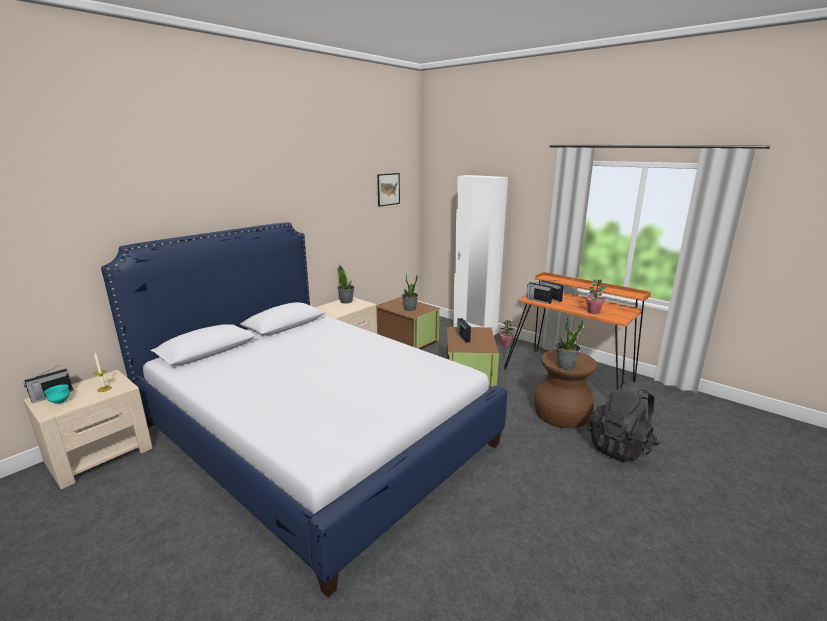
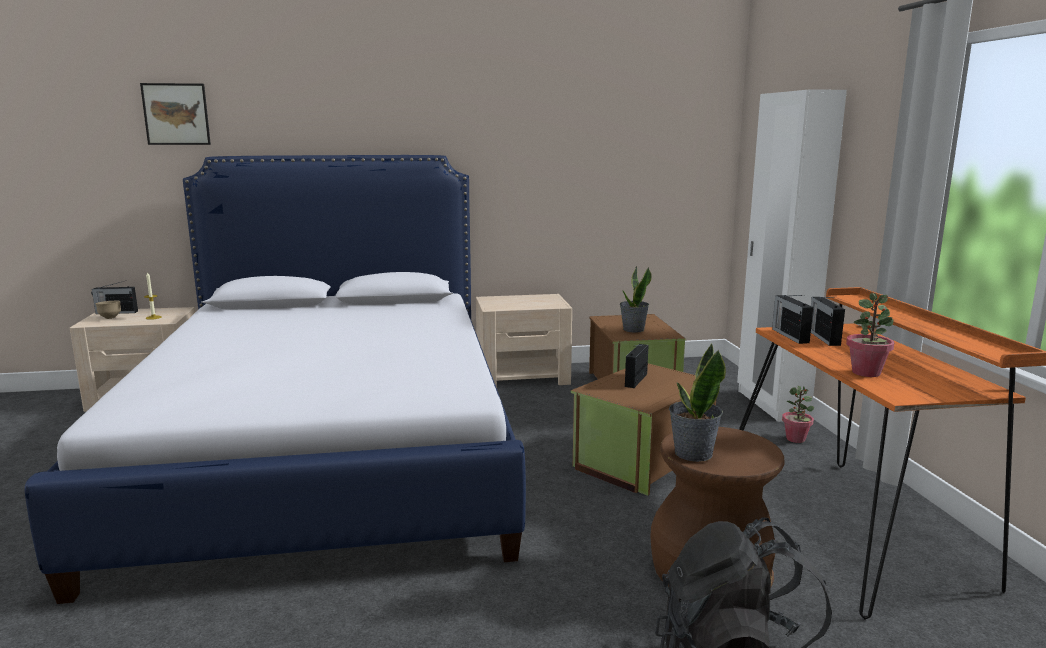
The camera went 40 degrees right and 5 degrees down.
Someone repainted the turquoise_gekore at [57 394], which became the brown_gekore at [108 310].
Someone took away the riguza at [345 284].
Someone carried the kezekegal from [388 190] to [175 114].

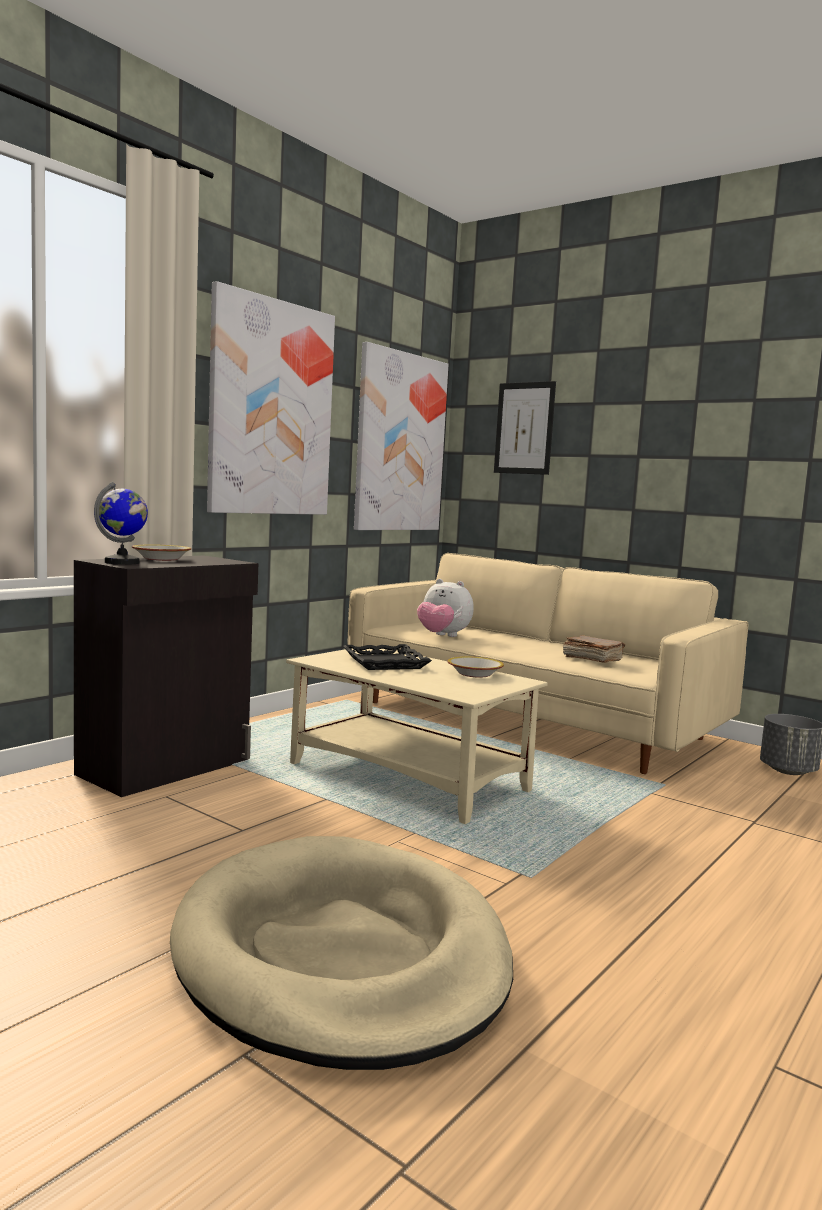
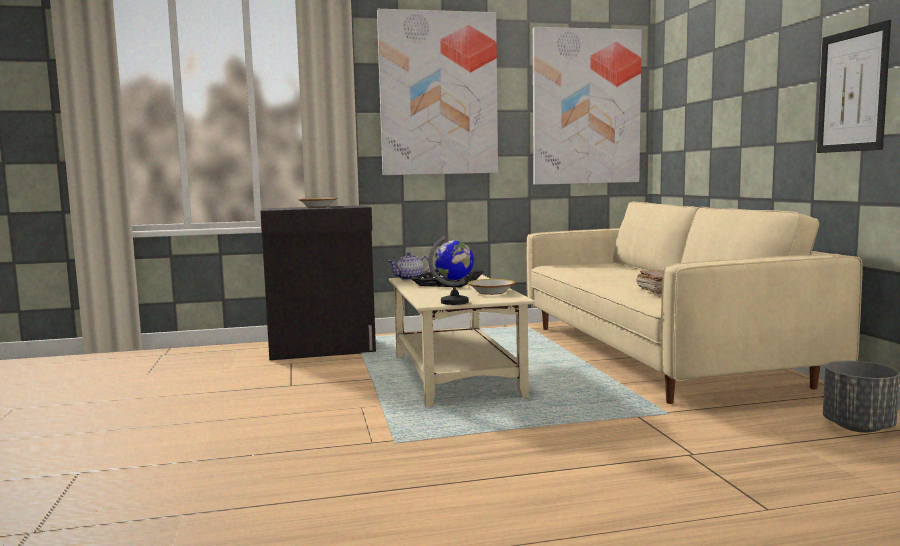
The camera went 40 degrees right and 0 degrees up.
Someone carried the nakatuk from [121 523] to [451 270].
Someone took away the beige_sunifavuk at [341 953].
Someone took away the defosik at [445 608].
Someone carried the kezekegal from [525 428] to [854 86].
Someone put down the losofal at [409 266].

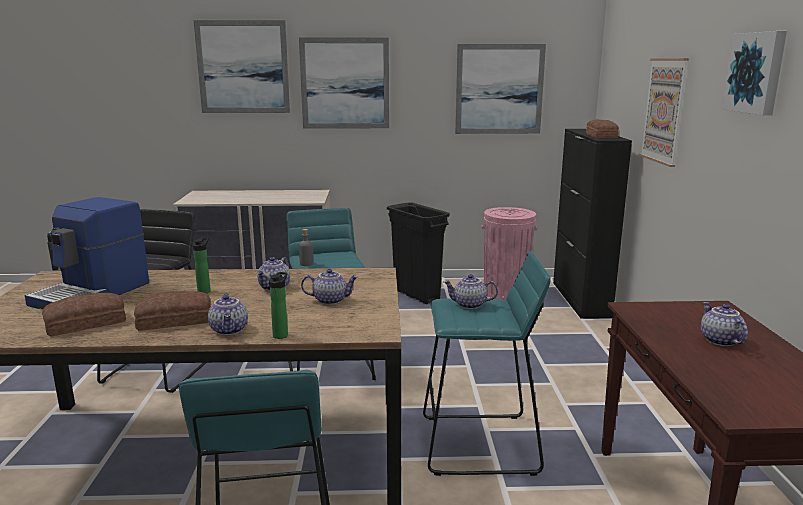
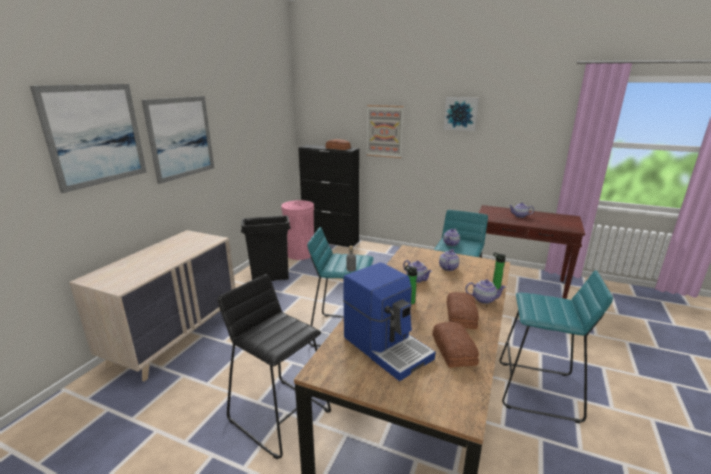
The camera went 65 degrees left and 5 degrees up.
Someone took away the kezekegal at [500 89].

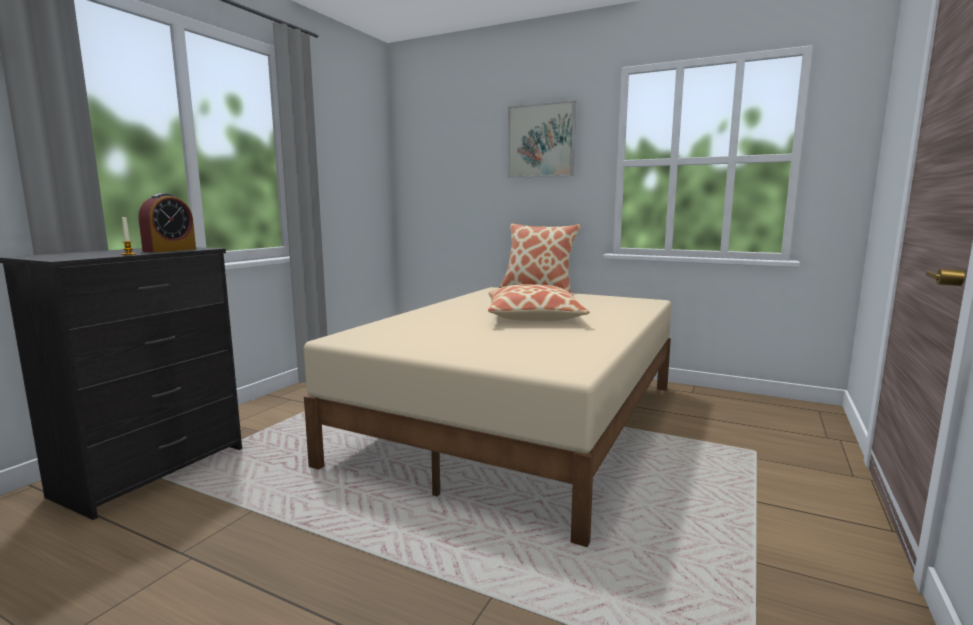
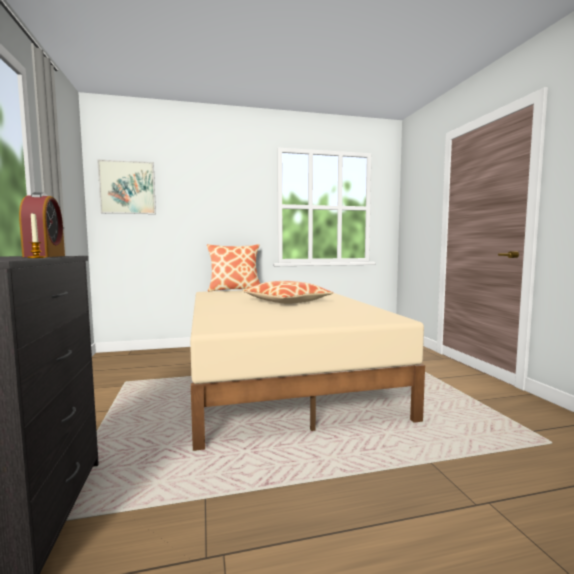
The camera went 40 degrees left and 5 degrees down.
Someone carried the kezekegal from [542 139] to [126 186].

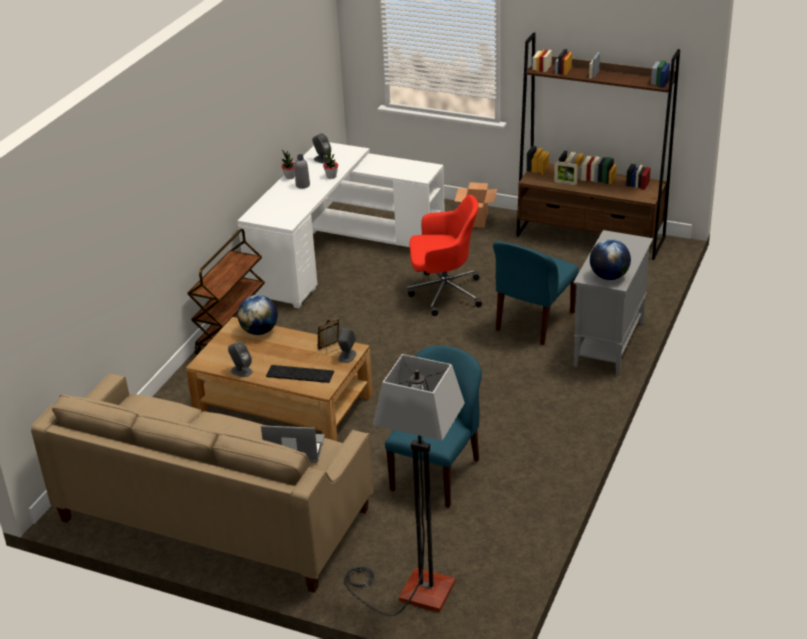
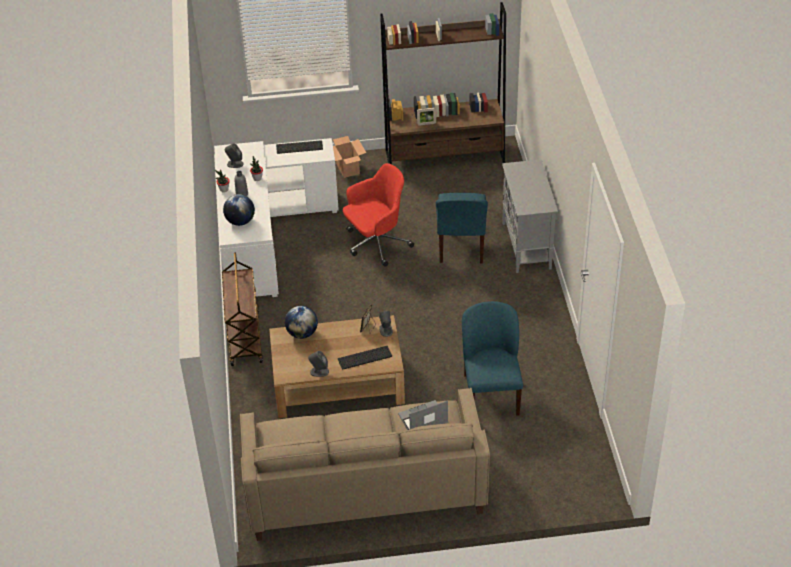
The camera went 30 degrees left and 10 degrees up.
Someone took away the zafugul at [404 485].
Someone carried the nakatuk from [610 259] to [239 210].
Someone put down the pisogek at [299 147].

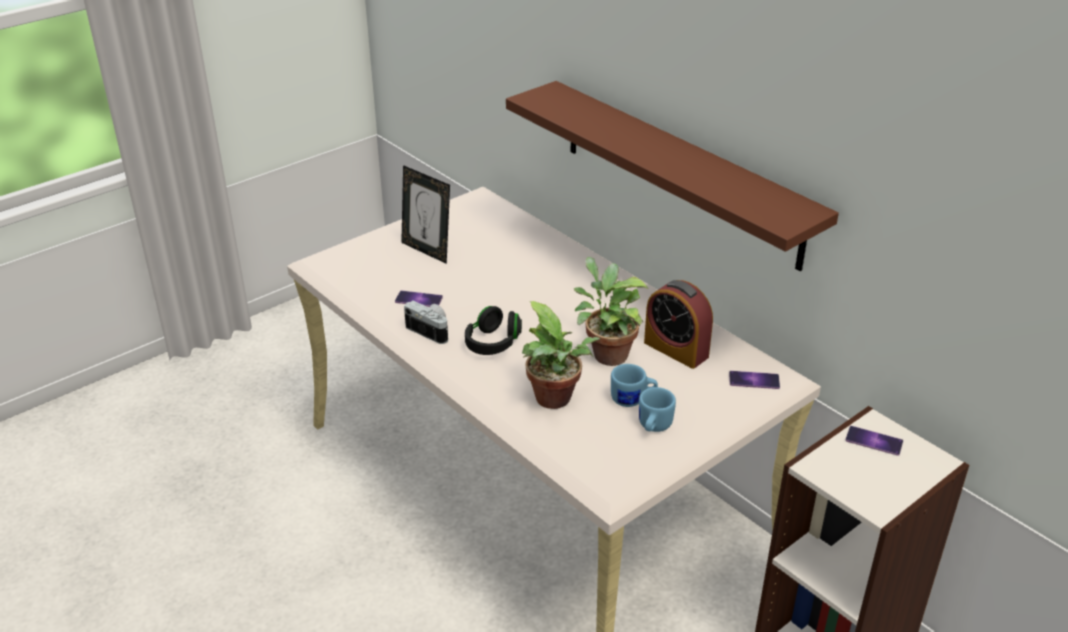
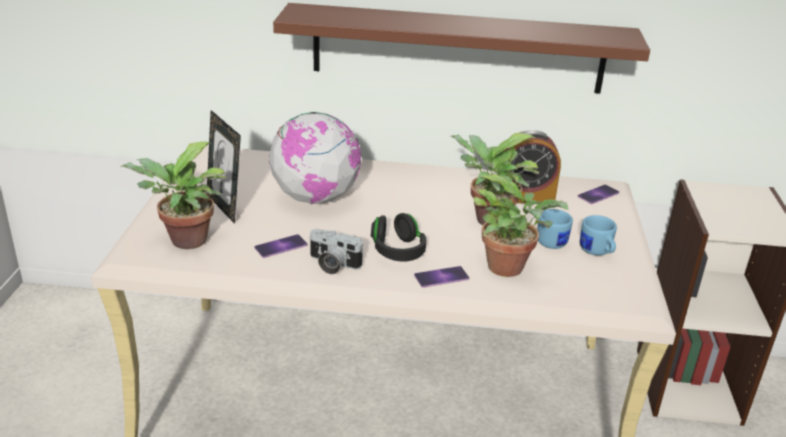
The camera went 45 degrees left and 5 degrees down.
Someone rotated the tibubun at [425 214] by 60 degrees clockwise.
Someone rotated the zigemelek at [426 322] by 150 degrees counterclockwise.
Someone carried the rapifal from [874 441] to [441 277].
Someone put down the riguza at [173 195].
Someone put down the nakatuk at [315 158].

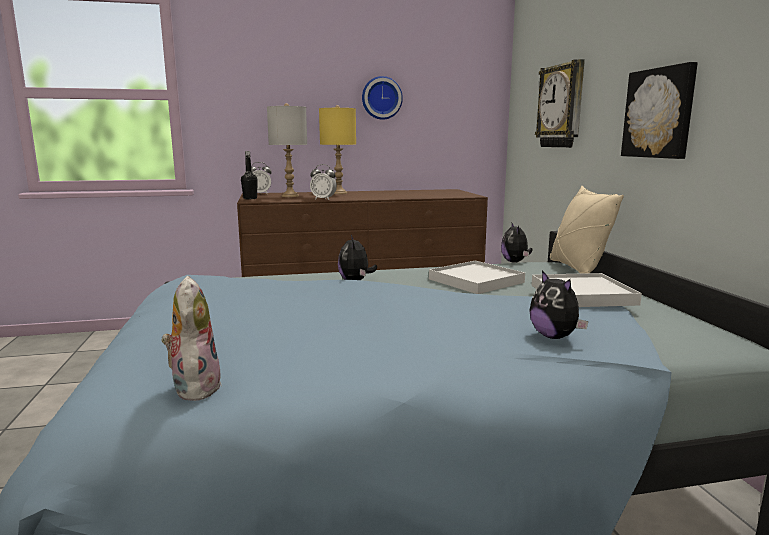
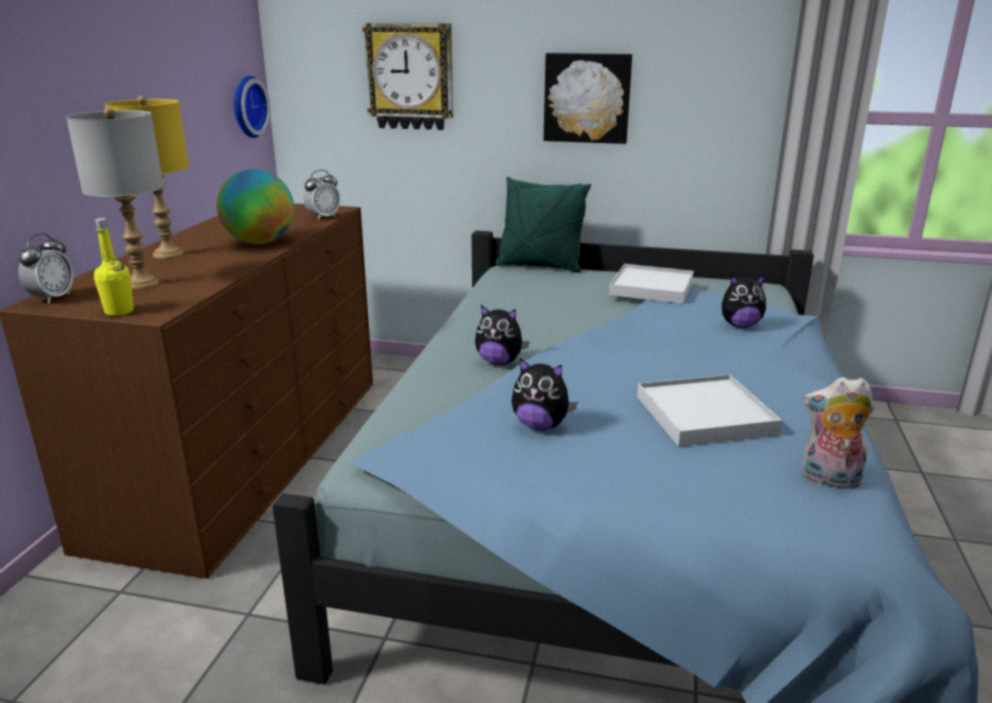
The camera went 65 degrees left and 10 degrees up.
Someone repainted the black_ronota at [249 175], which became the yellow_ronota at [114 267].
Someone carried the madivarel from [323 182] to [321 195].
Someone carried the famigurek from [382 98] to [252 106].
Someone carried the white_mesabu from [477 277] to [709 410].
Someone carried the defosik from [517 242] to [544 394].
Someone repainted the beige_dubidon at [587 230], which became the green_dubidon at [543 224].
Someone put down the nakatuk at [255 206].

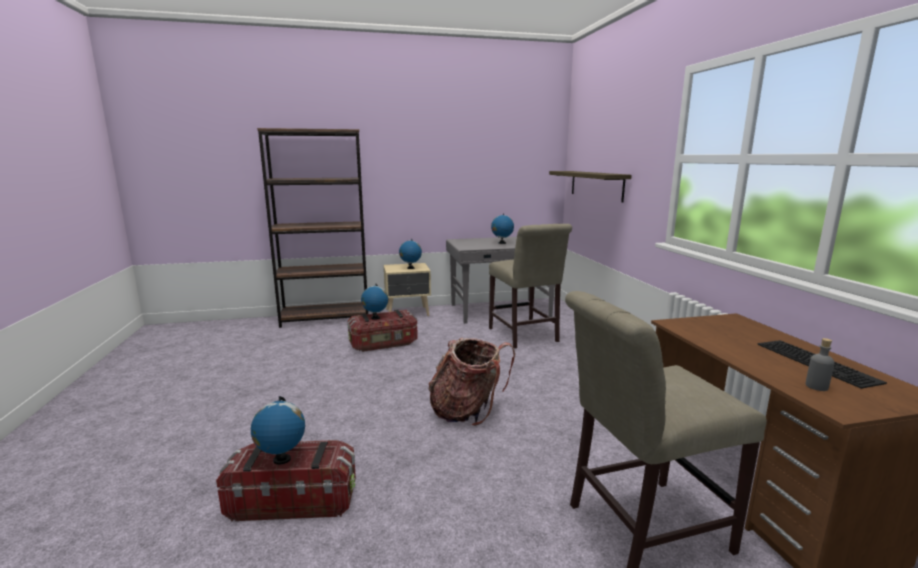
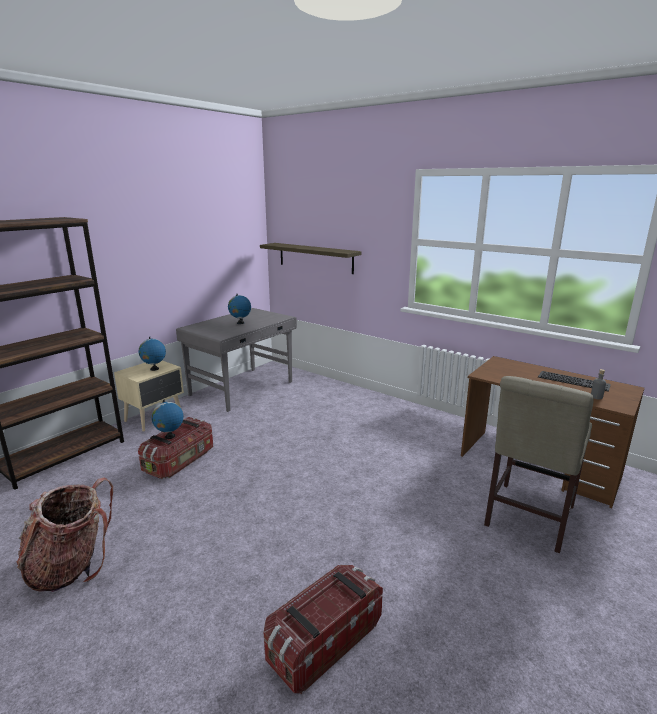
The camera went 40 degrees left and 5 degrees up.
Someone took away the nakatuk at [278 430].
Someone carried the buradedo from [471 381] to [65 535].
Someone took away the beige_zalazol at [530 286].

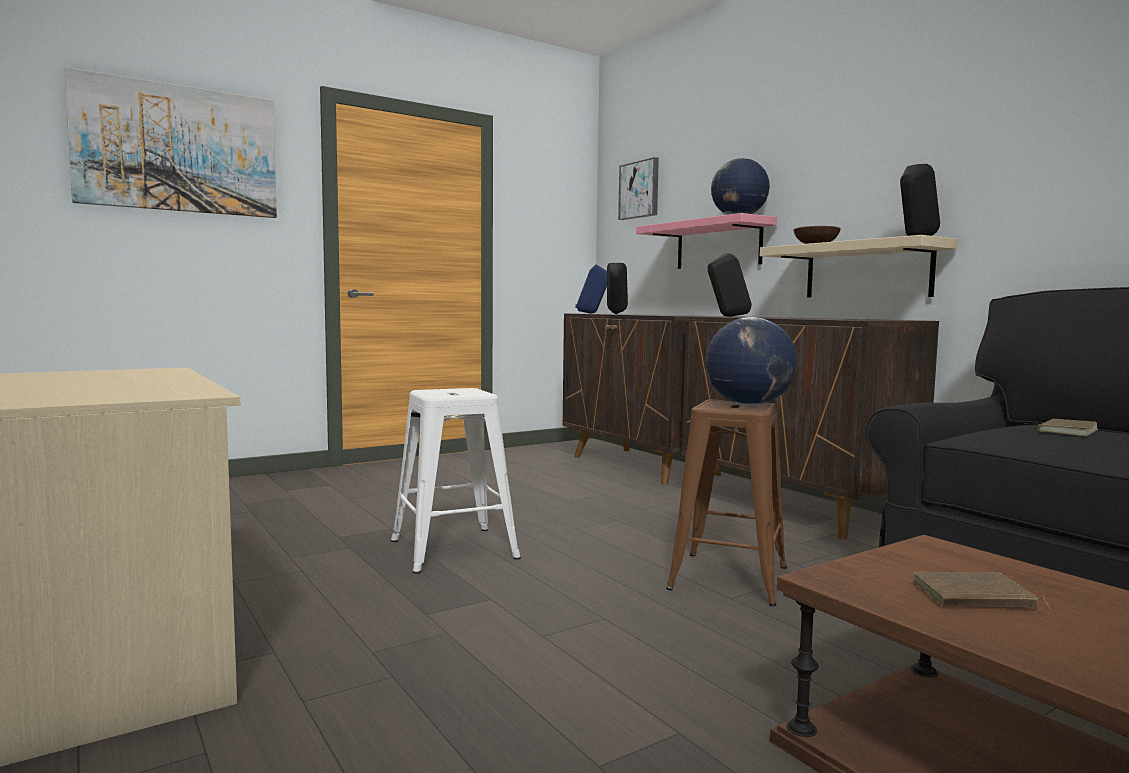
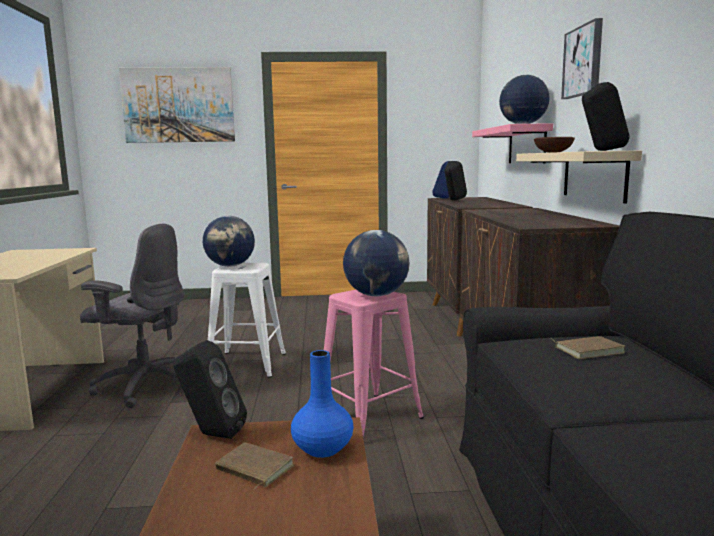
The camera went 30 degrees right and 5 degrees up.
Someone carried the kezekegal from [638 188] to [582 58].
Someone repainted the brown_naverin at [726 503], which became the pink_naverin at [374 363].
Someone carried the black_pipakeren from [730 285] to [210 389].
Someone put down the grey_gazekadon at [132 316].
Someone put down the nakatuk at [229 241].
Someone put down the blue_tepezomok at [322 404].

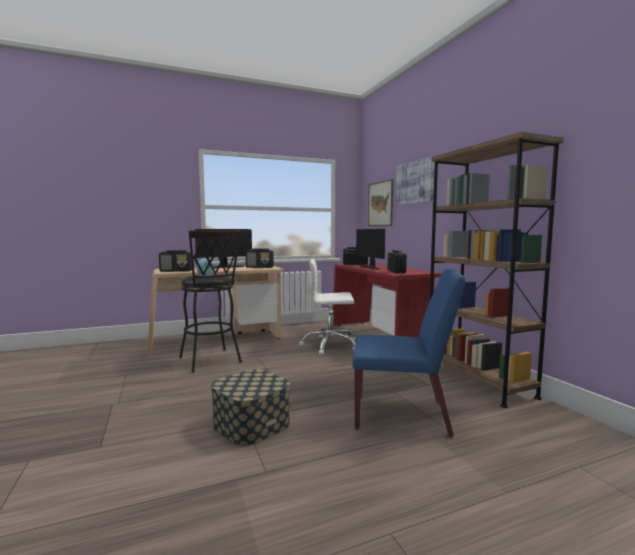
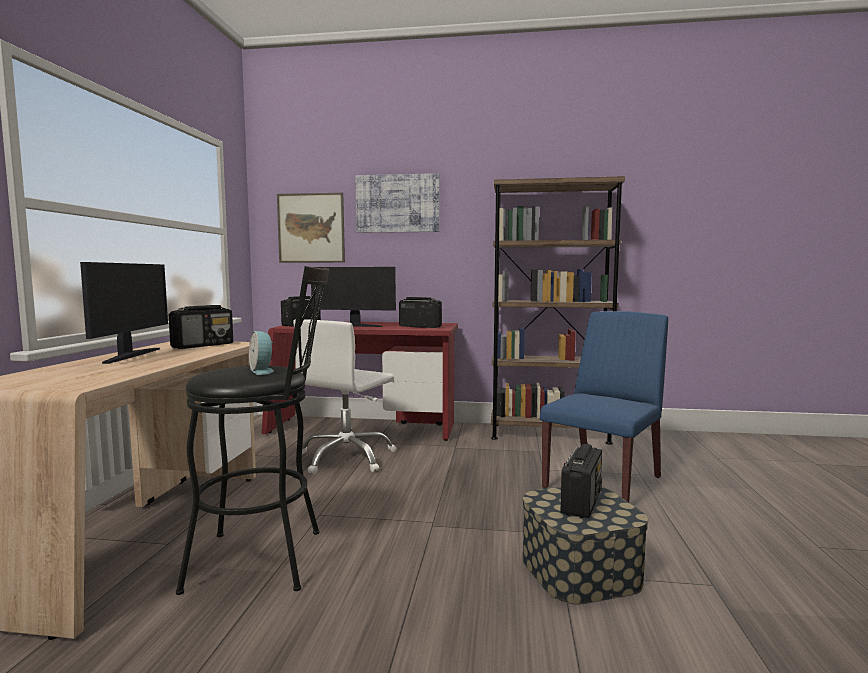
The camera went 60 degrees left and 0 degrees up.
Someone carried the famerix from [175 261] to [581 481].

